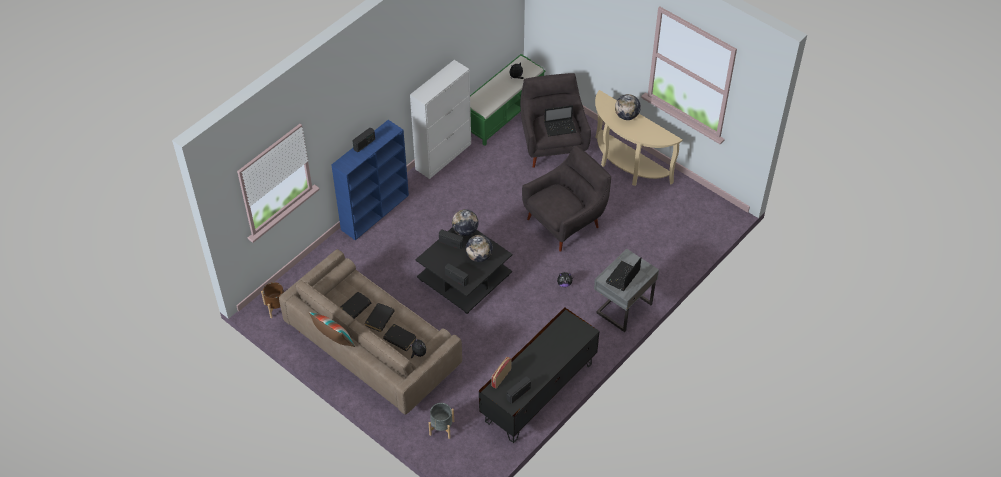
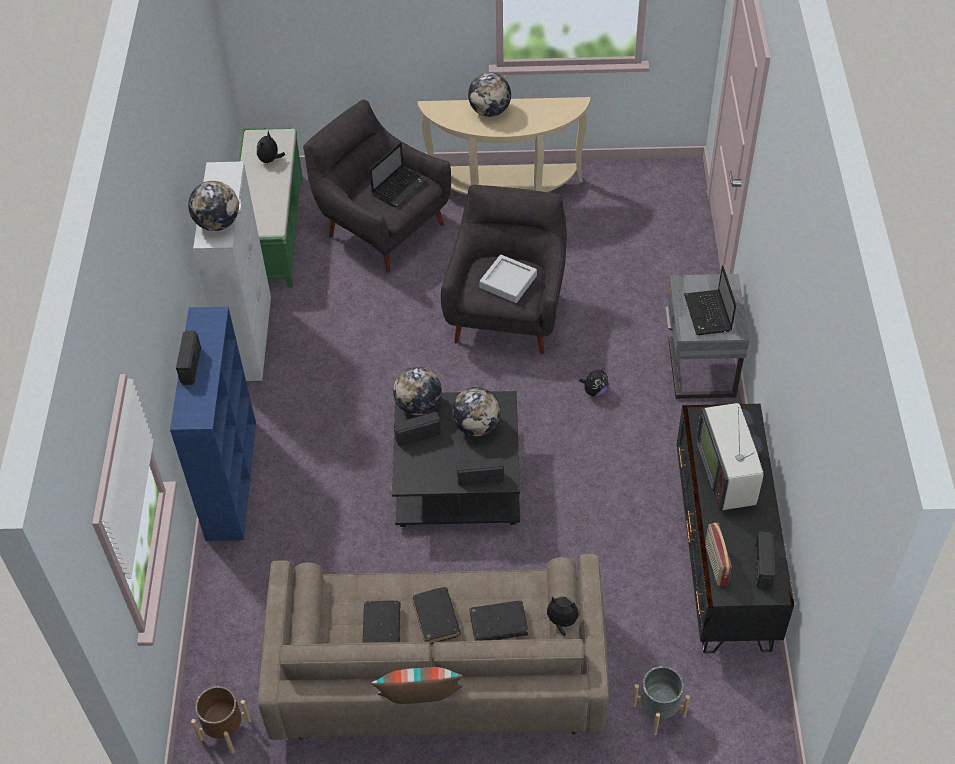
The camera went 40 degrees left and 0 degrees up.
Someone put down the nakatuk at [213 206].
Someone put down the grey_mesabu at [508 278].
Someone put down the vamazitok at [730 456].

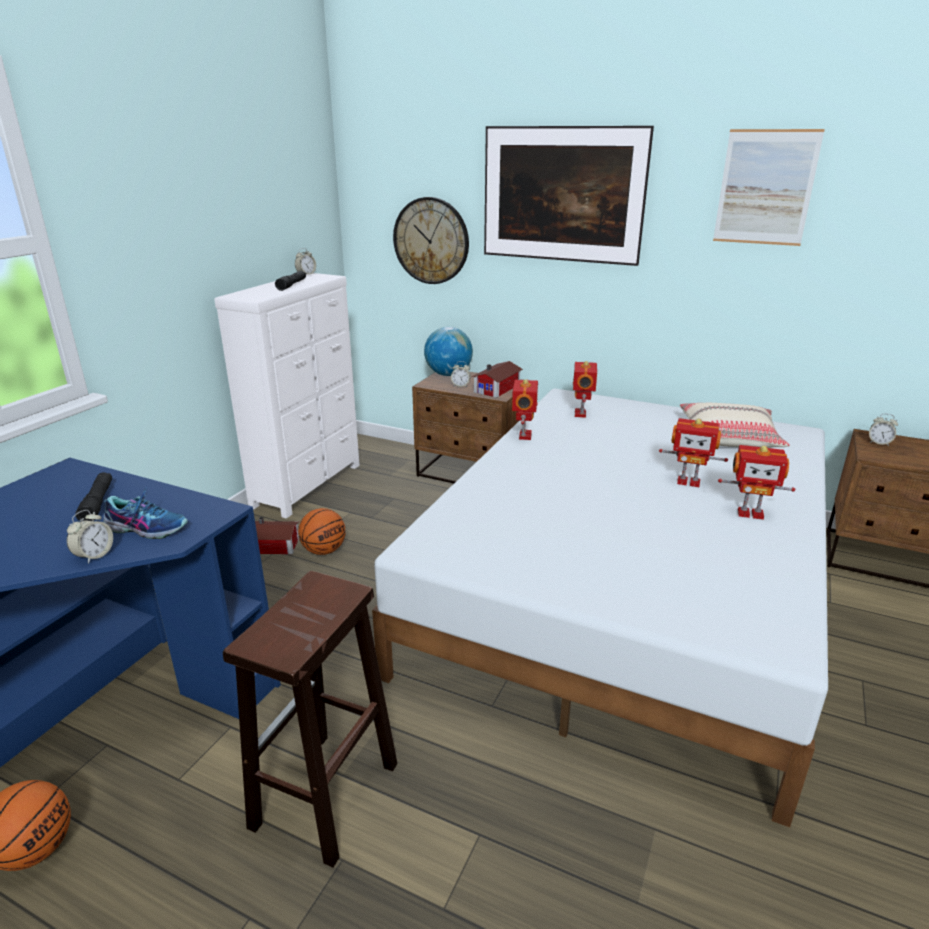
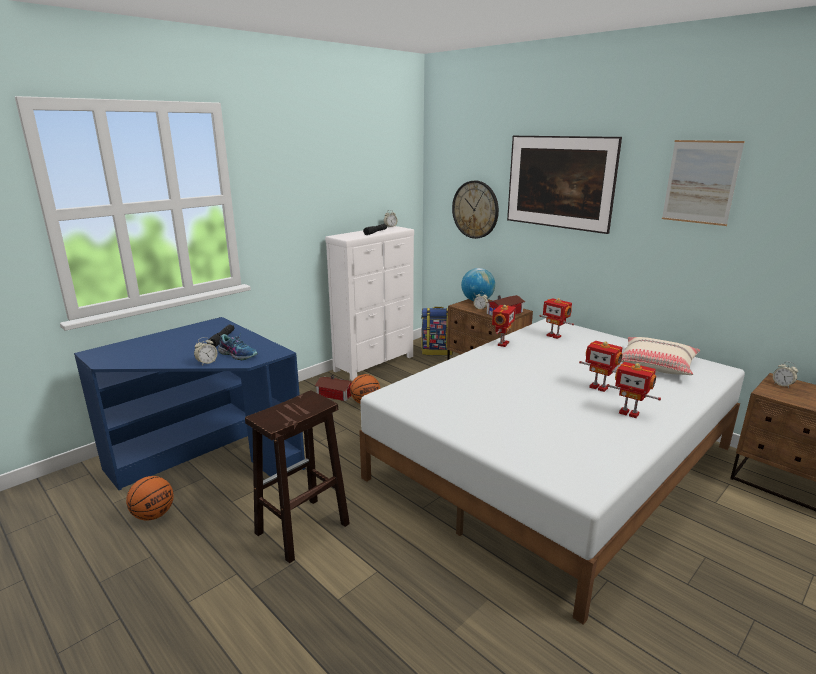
The camera went 20 degrees right and 5 degrees down.
Someone rotated the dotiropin at [585 389] by 75 degrees counterclockwise.
Someone put down the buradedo at [437 331].

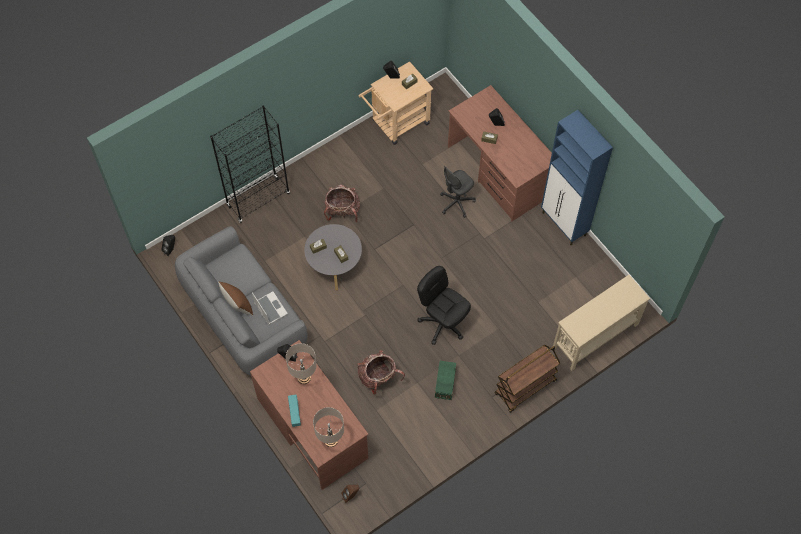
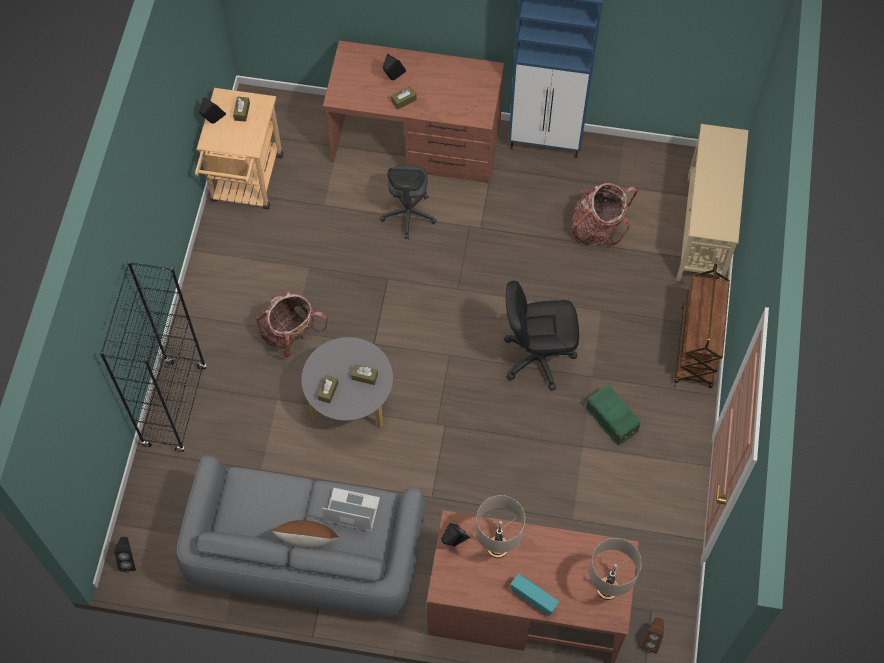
The camera went 45 degrees left and 0 degrees up.
Someone carried the buradedo from [381 372] to [604 214].

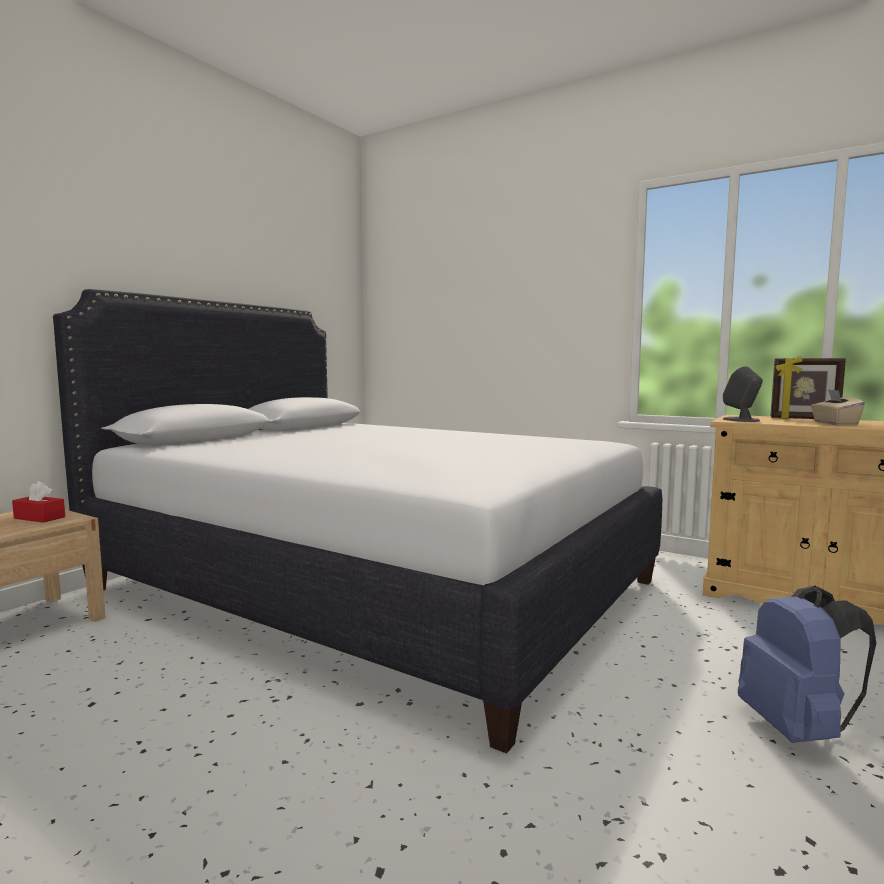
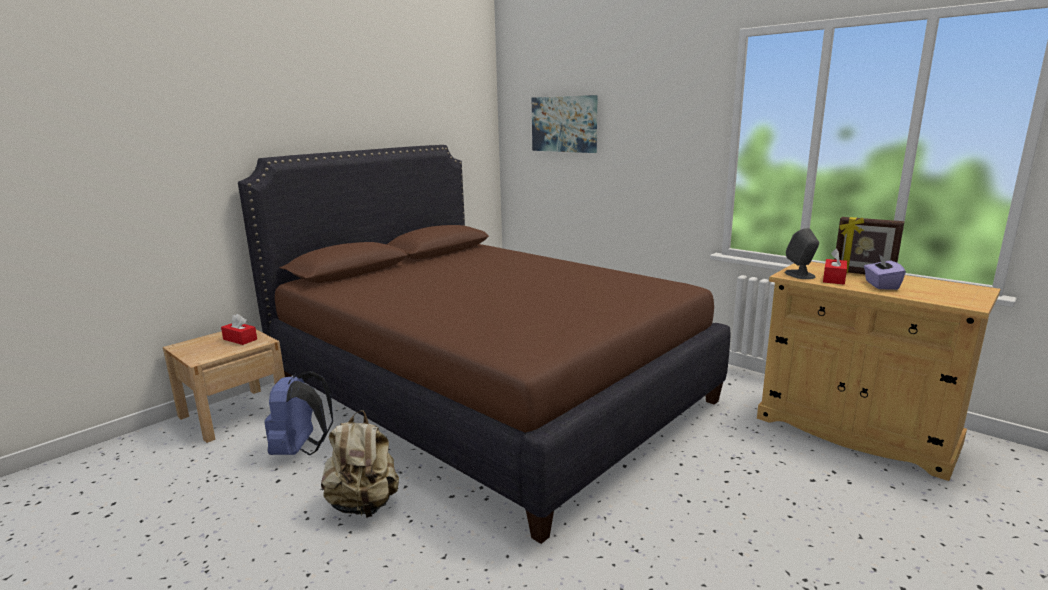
The camera went 10 degrees right and 10 degrees up.
Someone repainted the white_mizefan at [357 521], which became the brown_mizefan at [484 344].
Someone carried the blue_buradedo from [807 664] to [298 413].
Someone repainted the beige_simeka at [838 407], which became the purple_simeka at [885 272].
Someone put down the beige_buradedo at [360 464].
Someone put up the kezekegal at [564 124].
Someone put down the red_simeka at [835 267].

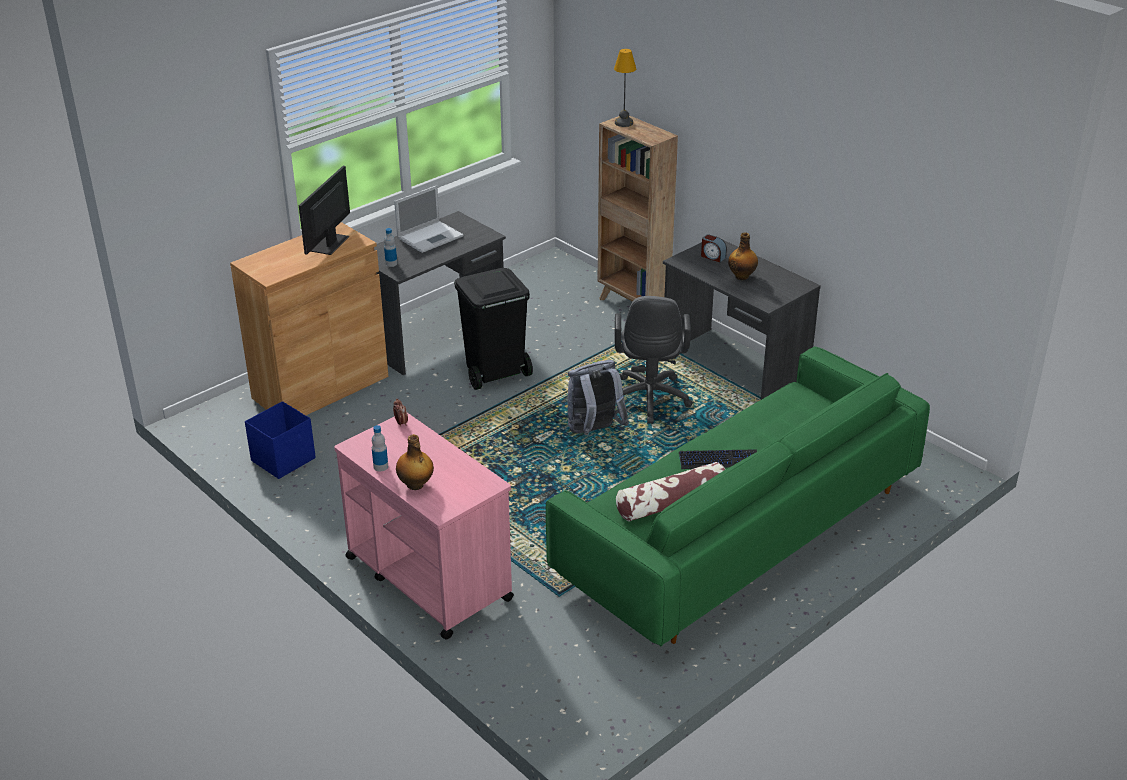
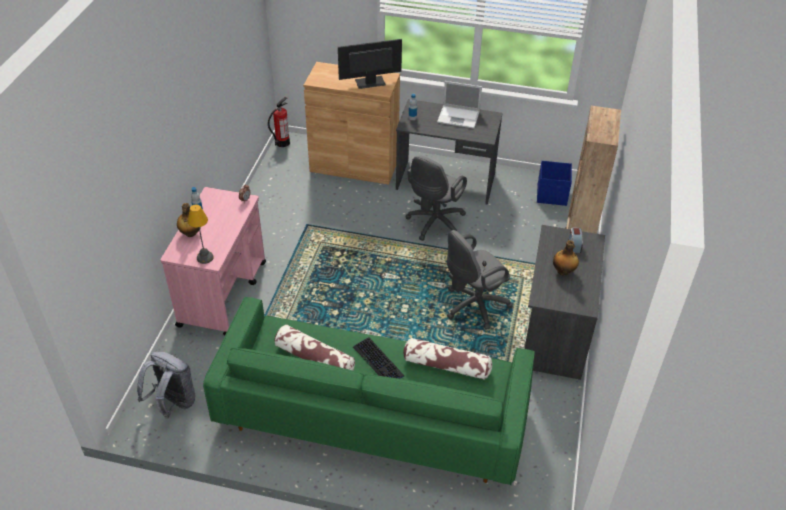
The camera went 55 degrees right and 10 degrees up.
Someone carried the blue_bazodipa from [280 440] to [554 183].
Someone swapped the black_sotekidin at [493 329] for the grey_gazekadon at [436 198].
Someone carried the grey_buradedo from [598 398] to [166 385].
Someone carried the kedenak from [625 88] to [201 234].
Someone put down the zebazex at [279 122].
Someone put down the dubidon at [447 358].

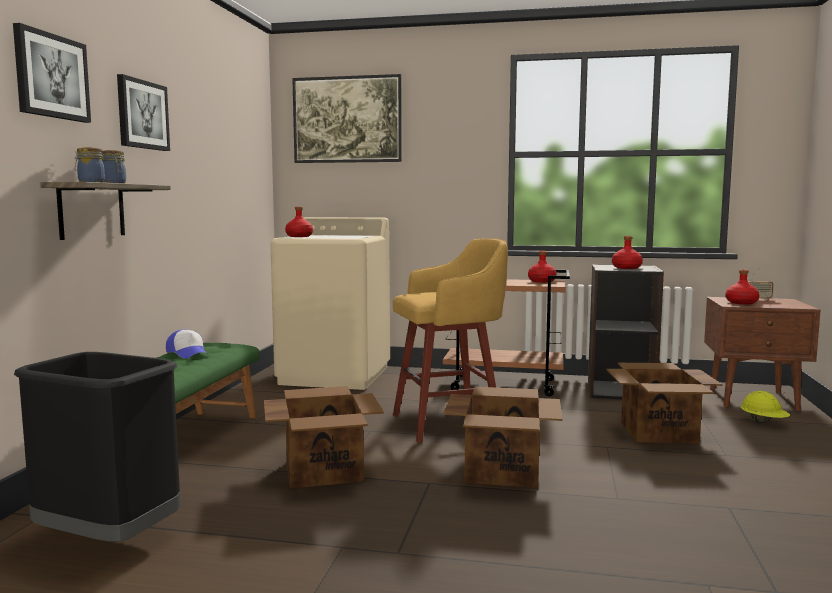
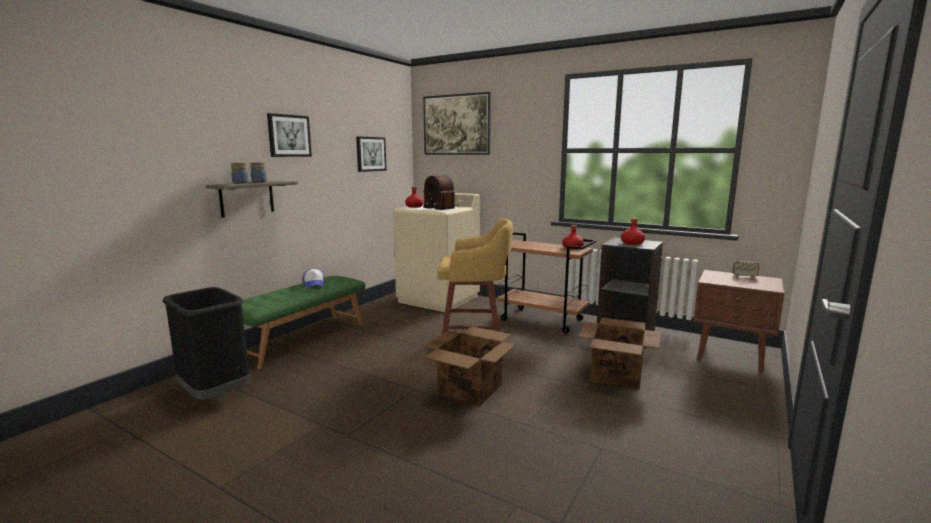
The camera went 20 degrees right and 5 degrees up.
Someone carried the kezekegal from [52 73] to [371 154].
Someone took away the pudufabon at [324 437].
Someone took away the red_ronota at [742 287].
Someone took away the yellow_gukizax at [765 407].
Someone put down the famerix at [441 192].

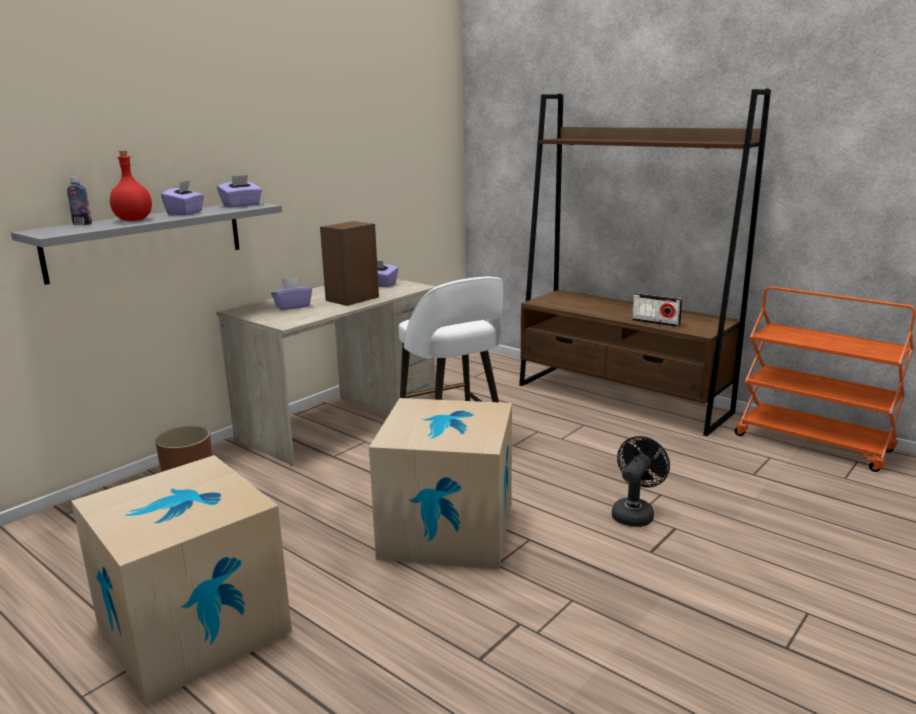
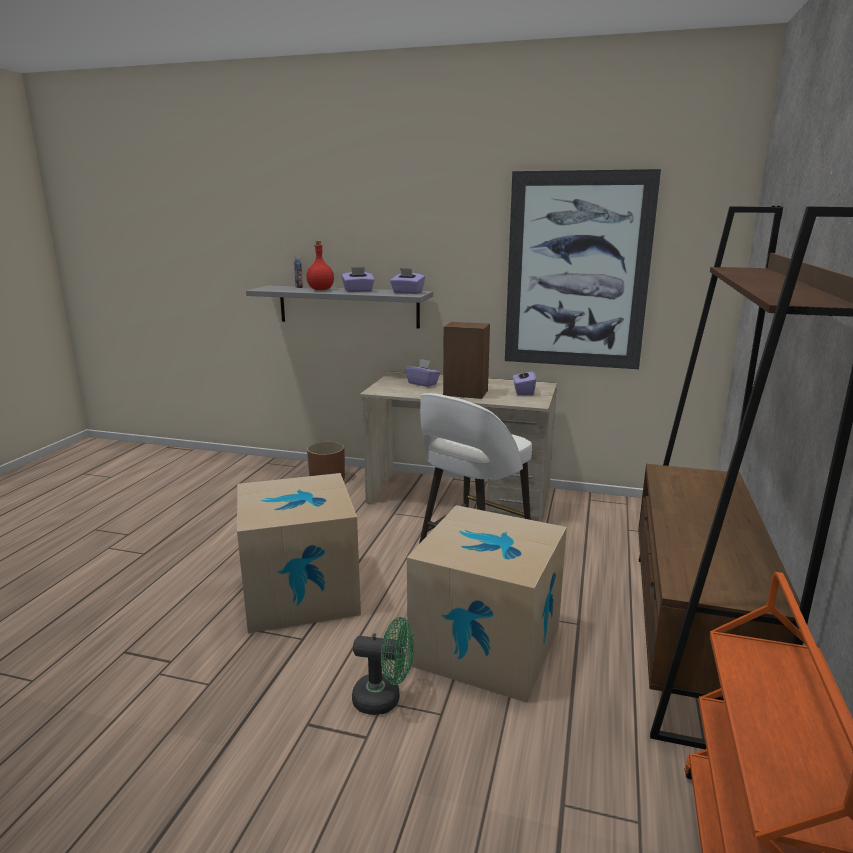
The camera went 65 degrees right and 0 degrees up.
Someone carried the pudufabon from [181 579] to [487 604].
Someone repainted the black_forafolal at [641 481], which became the green_forafolal at [383 666].
Someone took away the famerix at [657 310].
Someone put up the kezekegal at [583 269].

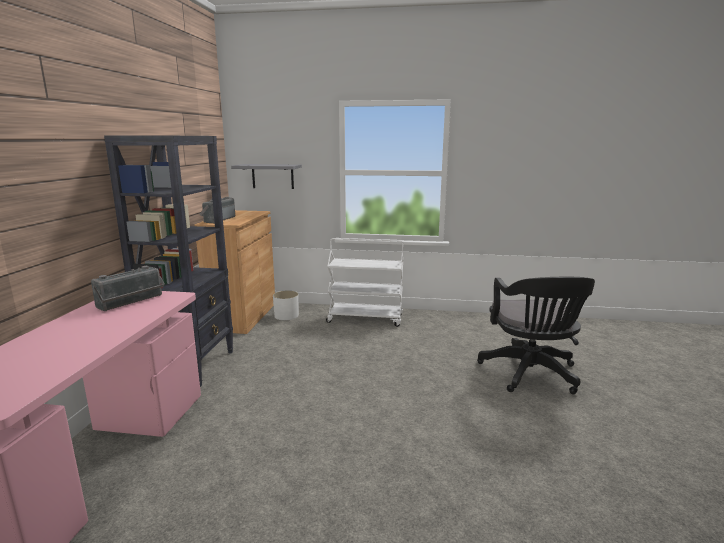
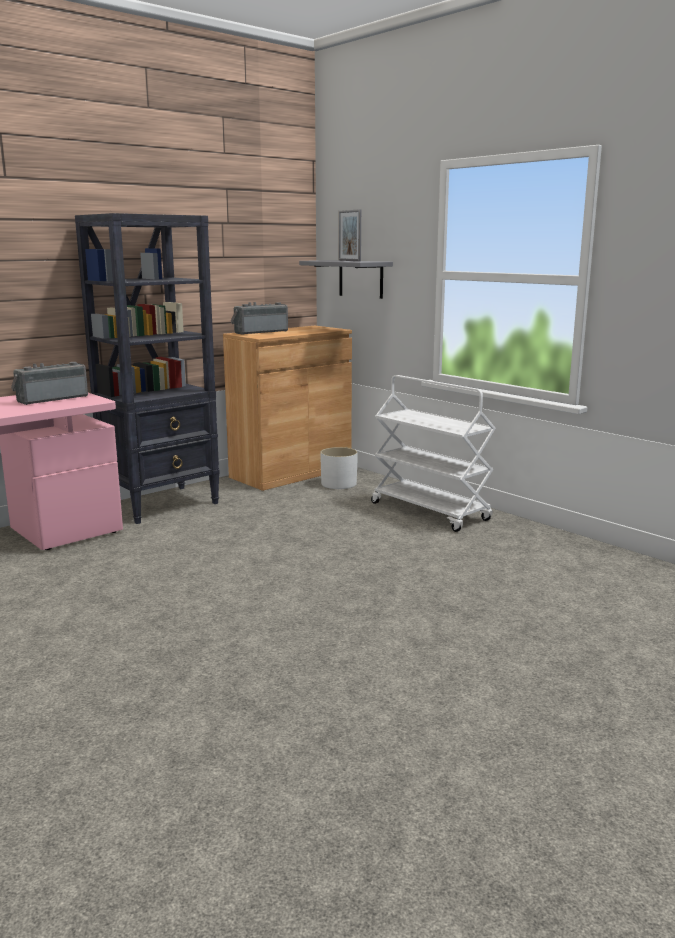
The camera went 40 degrees right and 0 degrees up.
Someone rotated the famerix at [128 288] by 150 degrees clockwise.
Someone took away the black_gazekadon at [536 335].
Someone put down the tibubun at [350 235].

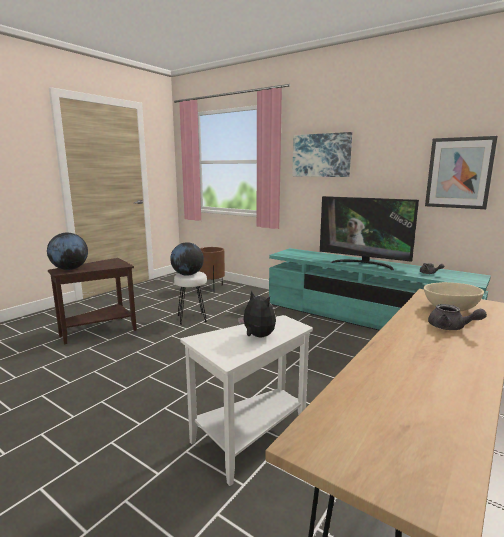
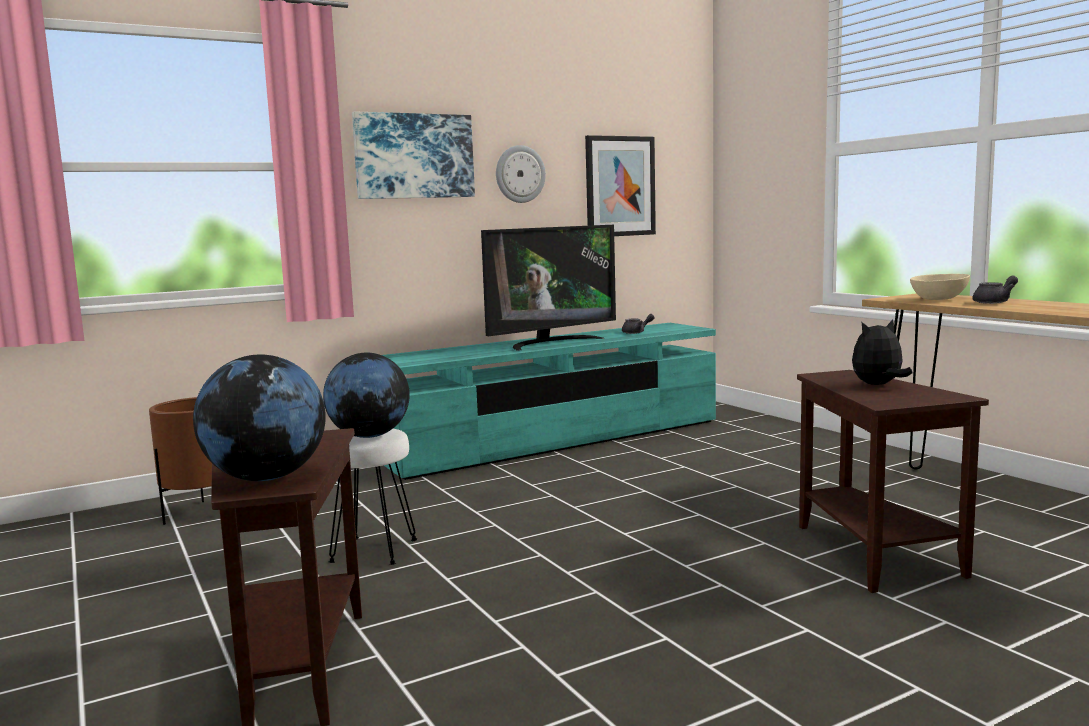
The camera went 65 degrees left and 5 degrees down.
Someone repainted the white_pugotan at [246 400], which became the brown_pugotan at [893 481].
Someone put up the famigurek at [521 174].

